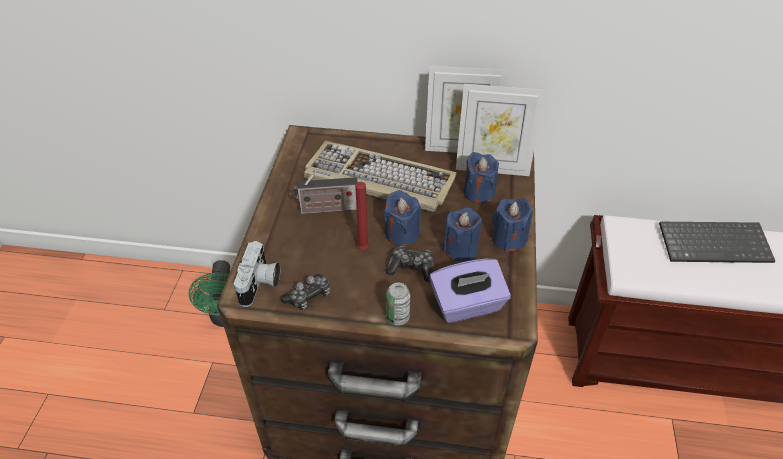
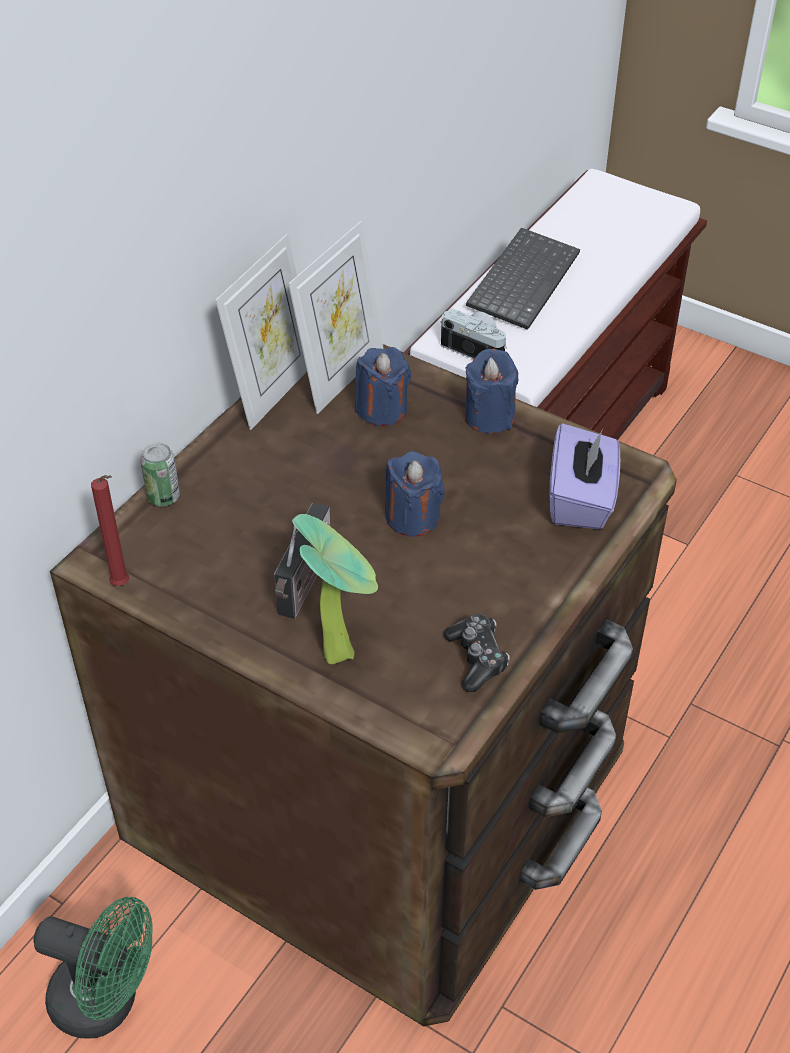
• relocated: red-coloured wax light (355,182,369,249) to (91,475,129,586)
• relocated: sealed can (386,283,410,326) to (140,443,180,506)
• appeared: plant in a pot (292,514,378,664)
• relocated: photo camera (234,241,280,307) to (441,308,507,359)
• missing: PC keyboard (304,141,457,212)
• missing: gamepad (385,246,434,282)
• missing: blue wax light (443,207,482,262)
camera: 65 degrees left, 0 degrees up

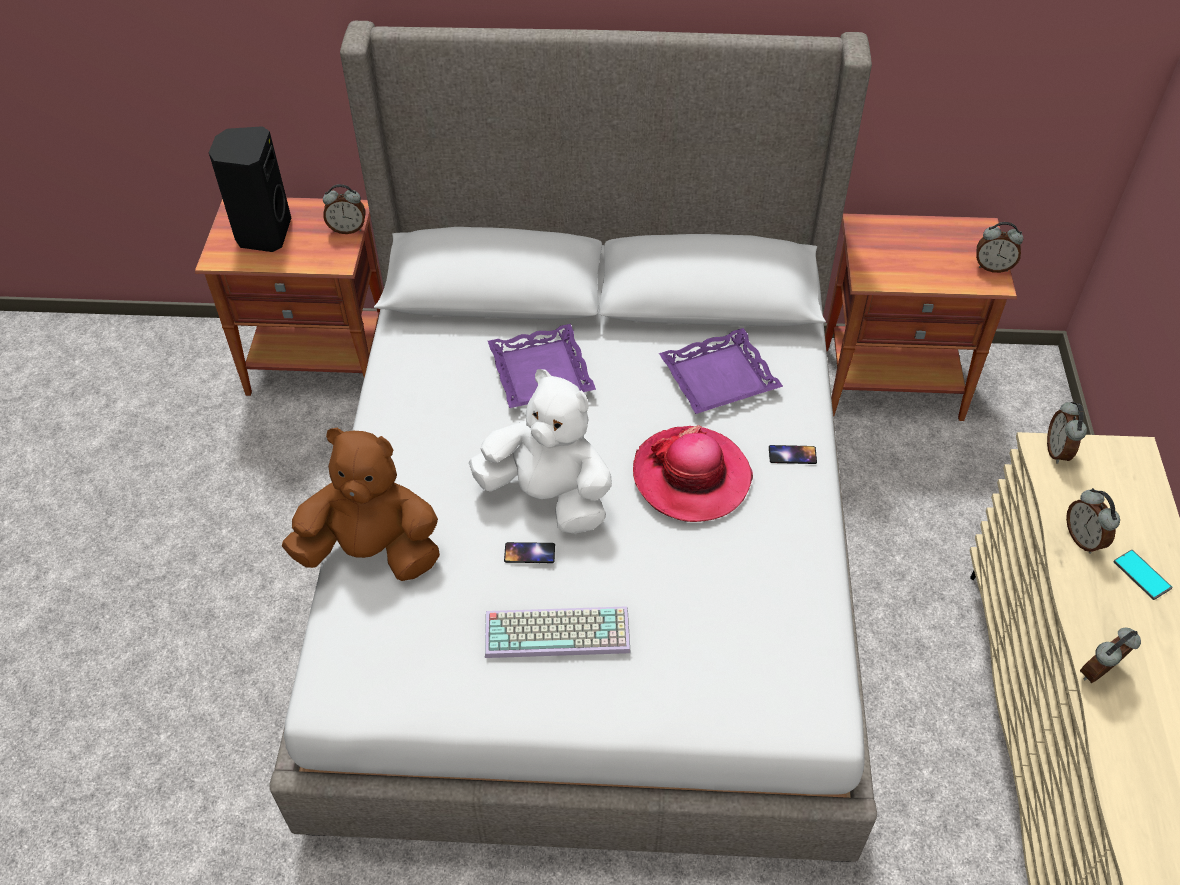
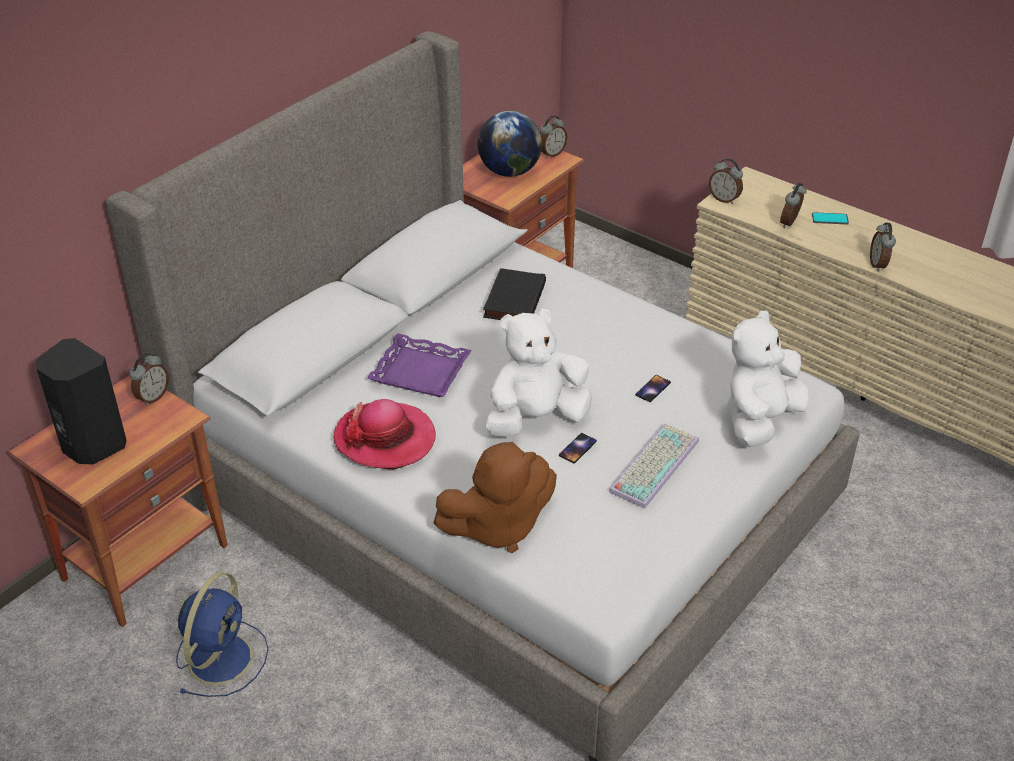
• appeared: blue electric fan (176,572,269,697)
• relocated: clothing hat (633,425,753,522) to (334,399,436,470)
• spun: brown plush toy (282,428,440,581) = (434,442,557,553) 150 degrees counterclockwise
• appeared: desk globe (478,111,542,177)
• exchanged: purple-coloured tray (659,328,783,414) to black-coloured book (483,268,546,320)
• relocated: phone (769,445,817,464) to (635,375,671,402)
• appeared: white plush toy (726,311,809,447)
• spun: alarm clock (1066,488,1120,554) = (780,183,807,228) 105 degrees clockwise
camera: 55 degrees left, 10 degrees down

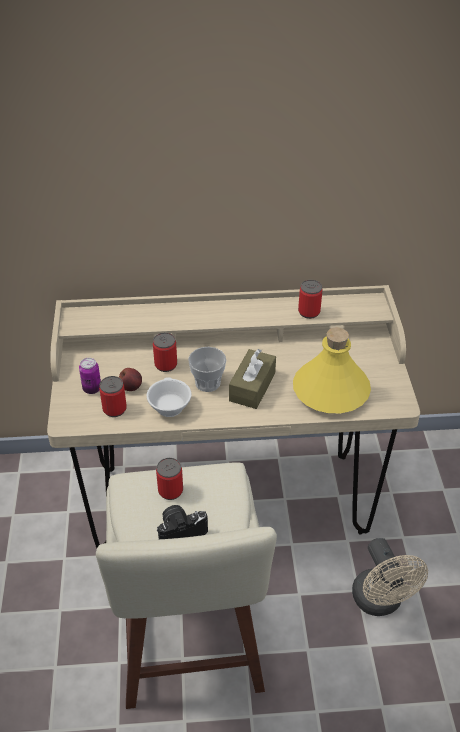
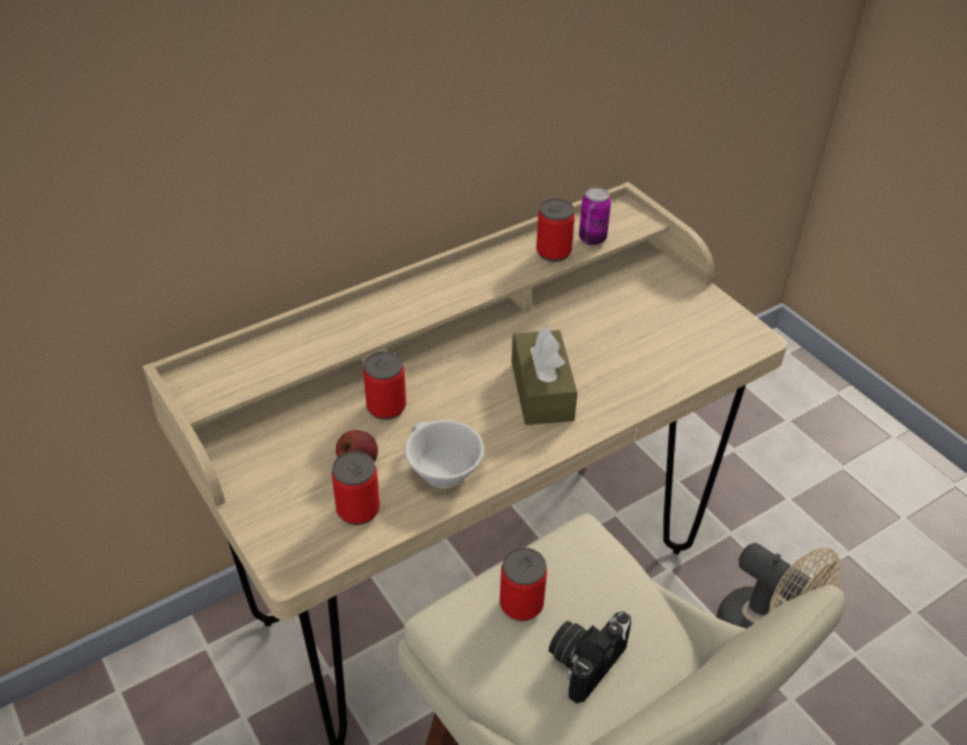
• relocated: sealed can (79,358,101,394) to (579,188,611,245)
• missing: cup (188,347,226,392)
• missing: yellow drink bottle (293,327,371,413)
camera: 30 degrees left, 0 degrees up

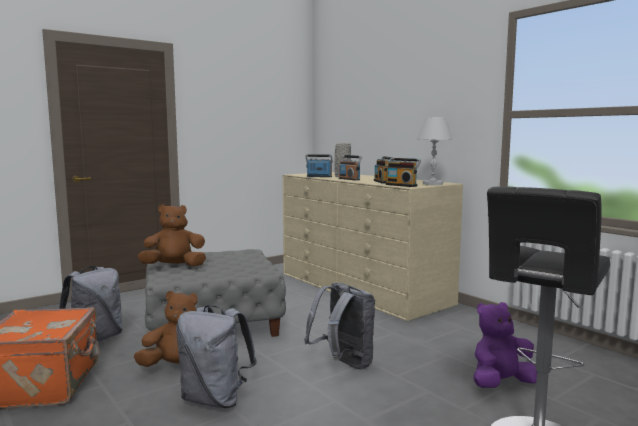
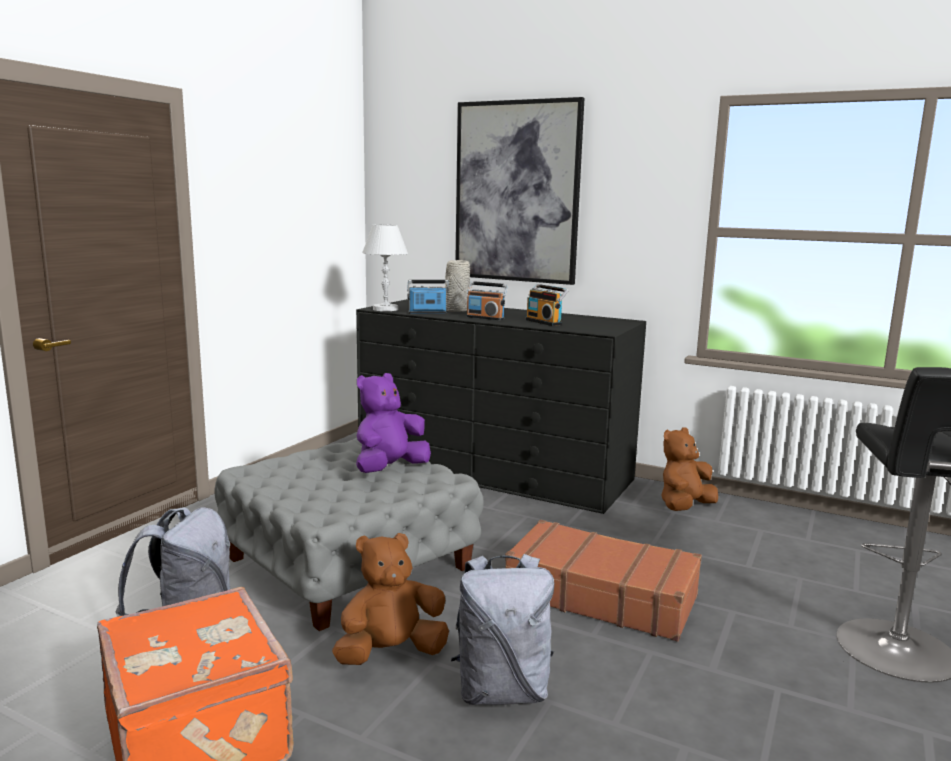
• colour: sand-coloured chest of drawers (283,172,463,321) to black-coloured chest of drawers (356,299,646,514)
• relocated: purple-coloured plush toy (473,302,537,388) to (356,373,431,473)
• relocated: white lamp for a table (416,117,453,185) to (362,225,408,311)
• appeared: wall art (455,97,585,285)
• exchanged: gray rucksack (304,283,375,370) to brown suitcase (505,520,702,642)
• relocated: brown plush toy (138,204,206,267) to (662,427,718,511)
• missing: radio receiver (386,158,421,187)
camera: 25 degrees left, 5 degrees up

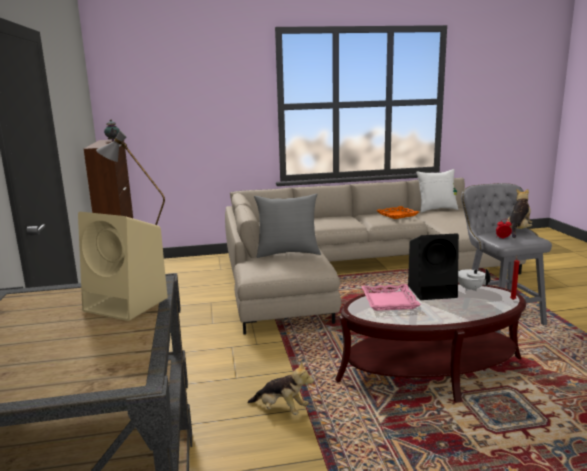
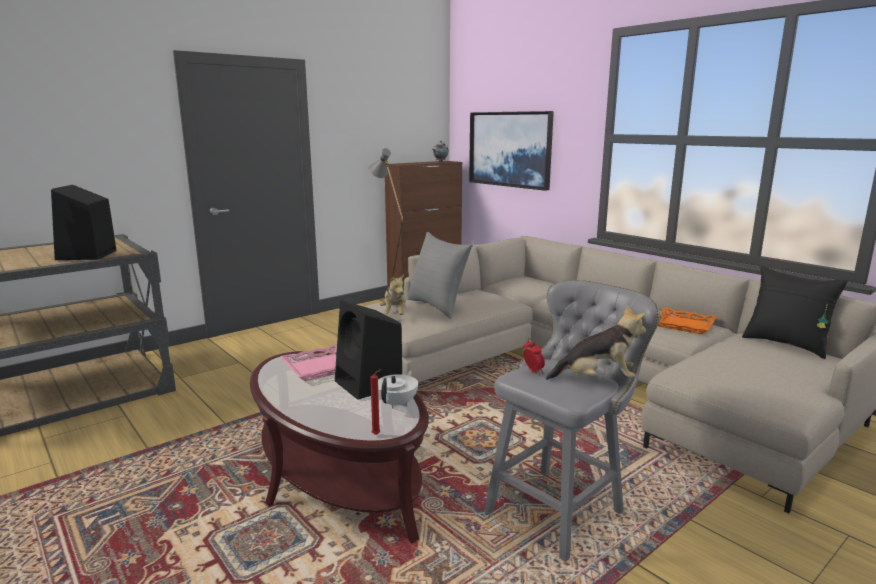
• colour: sand-coloured loudspeaker (78,212,168,321) to black-coloured loudspeaker (51,185,117,260)
• relocated: plush toy (247,361,314,415) to (380,274,406,315)
• appeared: wall art (469,111,554,191)
• colour: white throw pillow (416,169,458,213) to black-coloured throw pillow (742,266,848,359)
camera: 60 degrees right, 0 degrees up

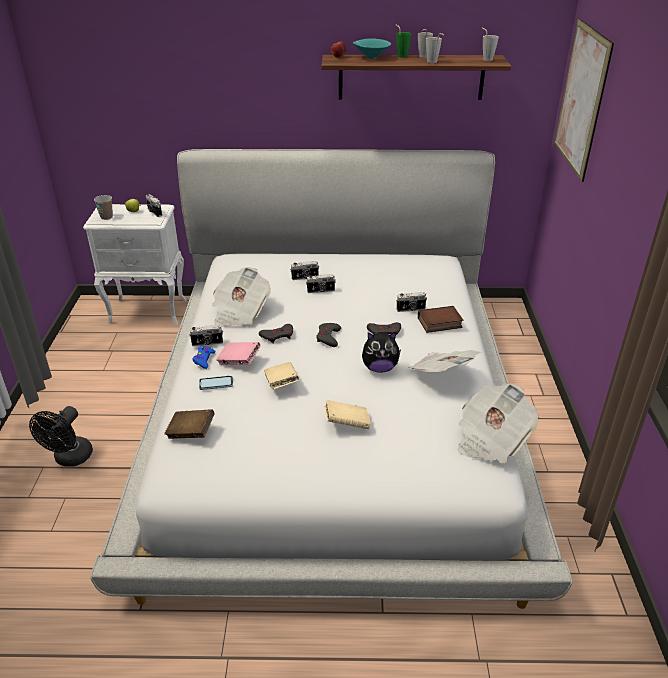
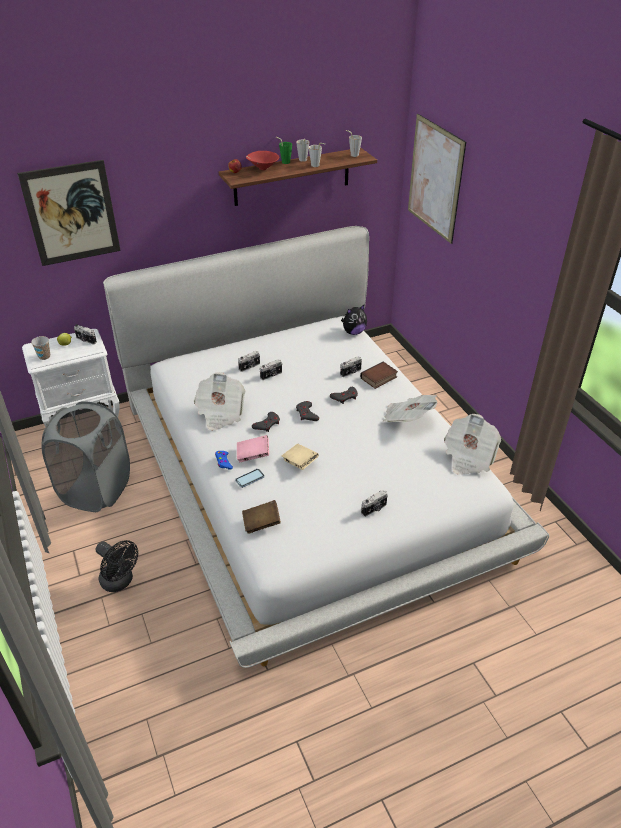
• appeared: wall art (17,160,121,266)
• appeared: gray washing basket (42,401,130,512)
• spun: black-coloured electric fan (29,406,93,467) = (96,540,138,592) 45 degrees counterclockwise
• colour: turquoise serving bowl (353,38,391,59) to red-coloured serving bowl (246,151,279,170)
• relocated: plush toy (362,332,401,373) to (341,305,367,335)
• relocated: photo camera (189,325,223,346) to (361,490,388,517)
• missing: sand-coloured book (324,400,370,429)
camera: 25 degrees left, 5 degrees up

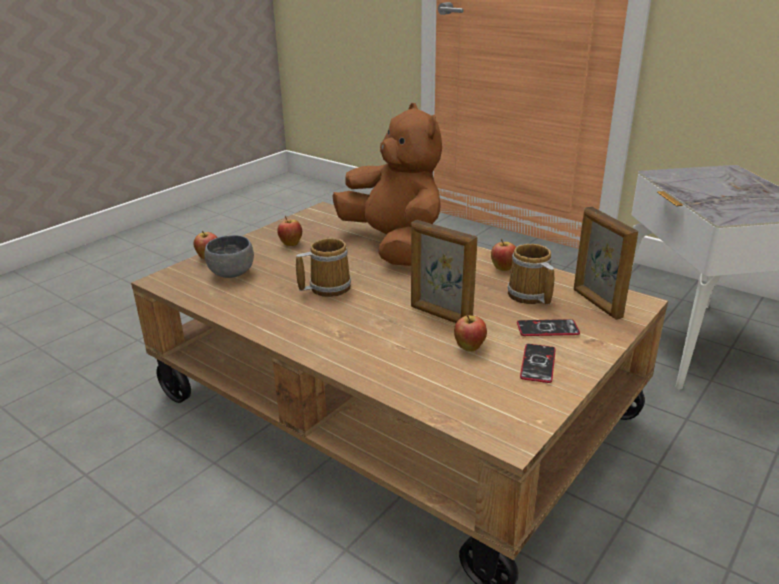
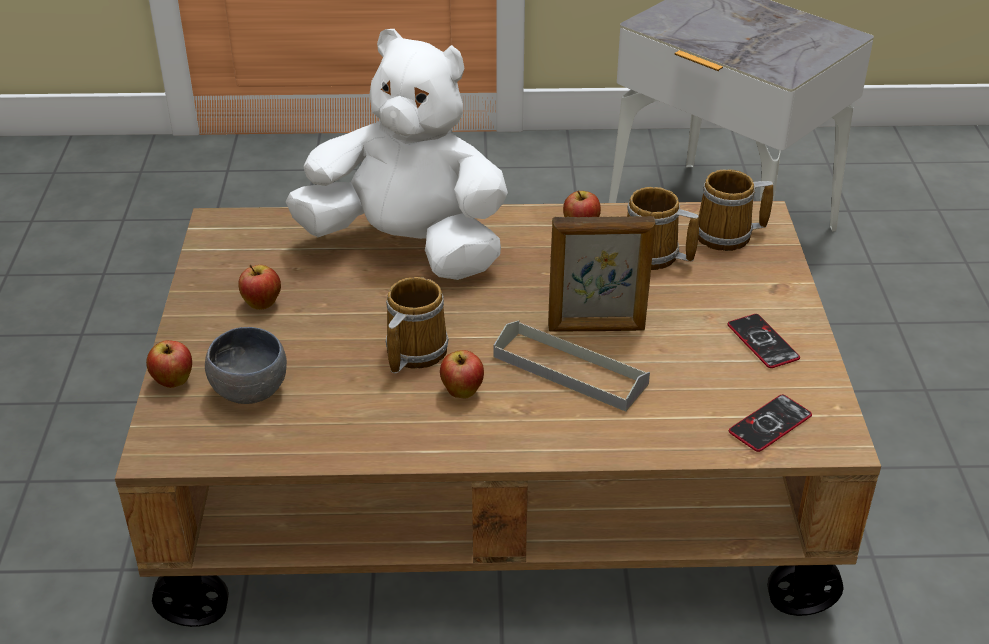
• colour: brown plush toy (332,103,442,266) to white plush toy (285,29,508,280)
• relocated: apple (454,315,487,352) to (440,350,484,398)
• appeared: gray tray (494,320,650,412)
• exchanged: standing frame (573,207,638,320) to tea mug (698,169,773,251)
• relocated: phone (517,319,580,336) to (729,395,812,452)
camera: 40 degrees left, 10 degrees up

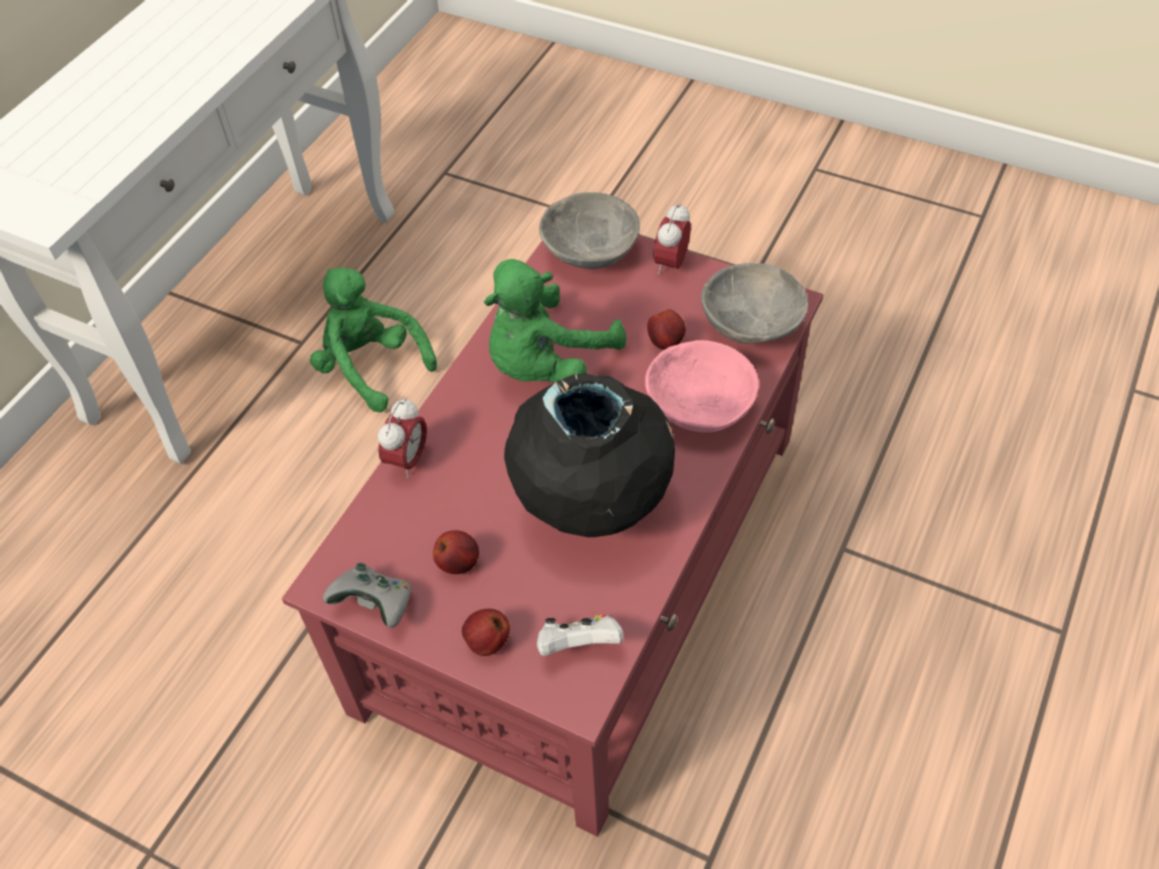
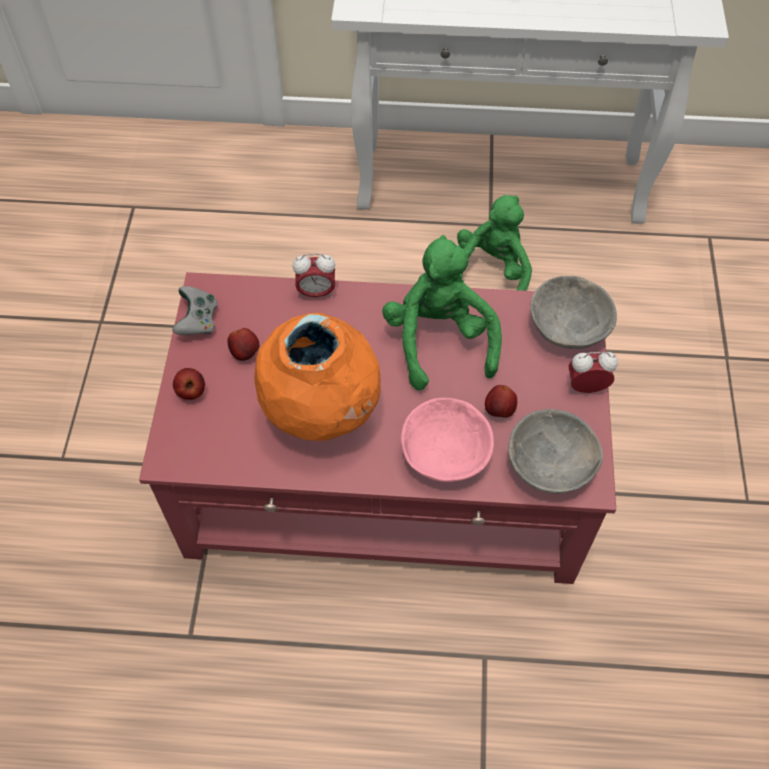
• colour: black-coloured flower vase (504,374,675,537) to orange-coloured flower vase (254,313,381,441)
• spun: green plush toy (483,259,626,383) = (382,235,502,390) 60 degrees clockwise
• missing: white gamepad (537,614,623,656)
camera: 65 degrees right, 5 degrees up

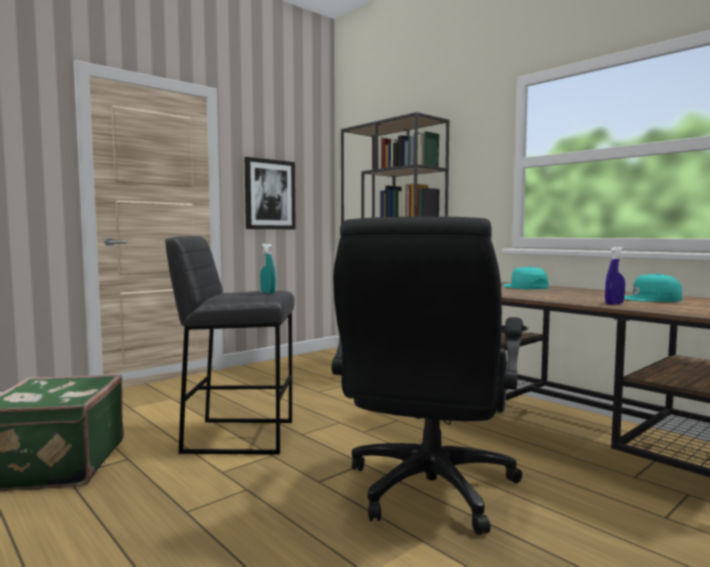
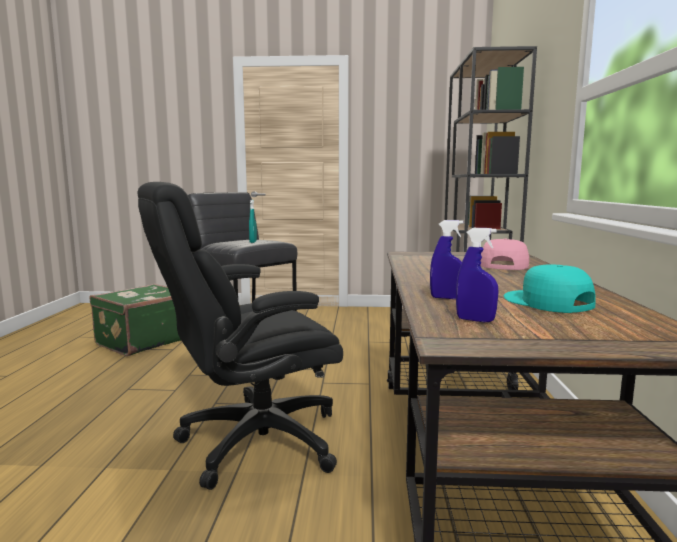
• appeared: blue sprayer (456,228,498,322)
• colour: turquoise peaked cap (503,266,549,290) to pink peaked cap (480,238,529,270)
• missing: wall art (245,157,296,229)
camera: 45 degrees right, 5 degrees up

